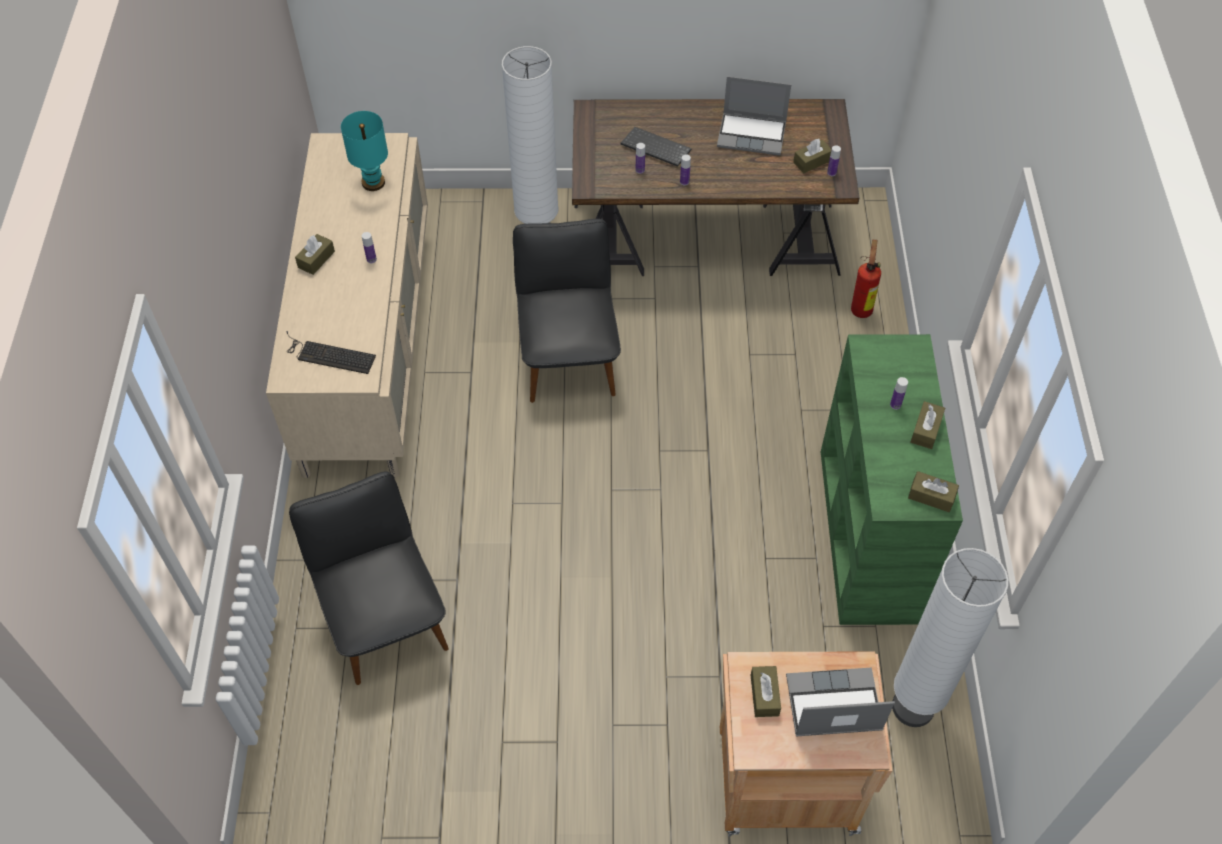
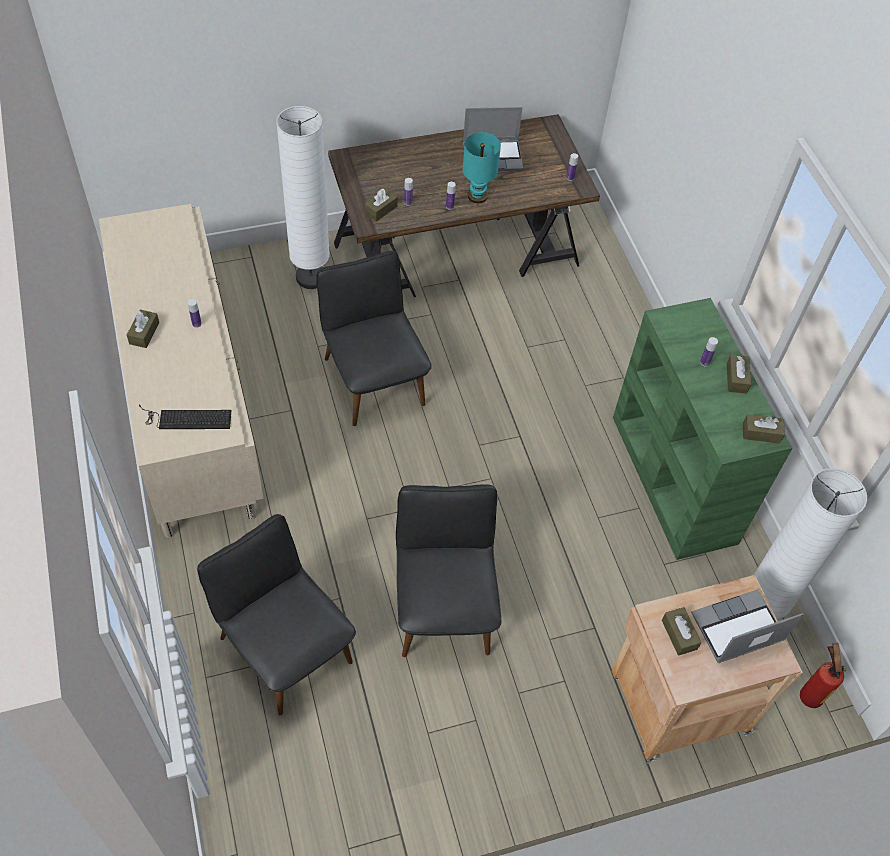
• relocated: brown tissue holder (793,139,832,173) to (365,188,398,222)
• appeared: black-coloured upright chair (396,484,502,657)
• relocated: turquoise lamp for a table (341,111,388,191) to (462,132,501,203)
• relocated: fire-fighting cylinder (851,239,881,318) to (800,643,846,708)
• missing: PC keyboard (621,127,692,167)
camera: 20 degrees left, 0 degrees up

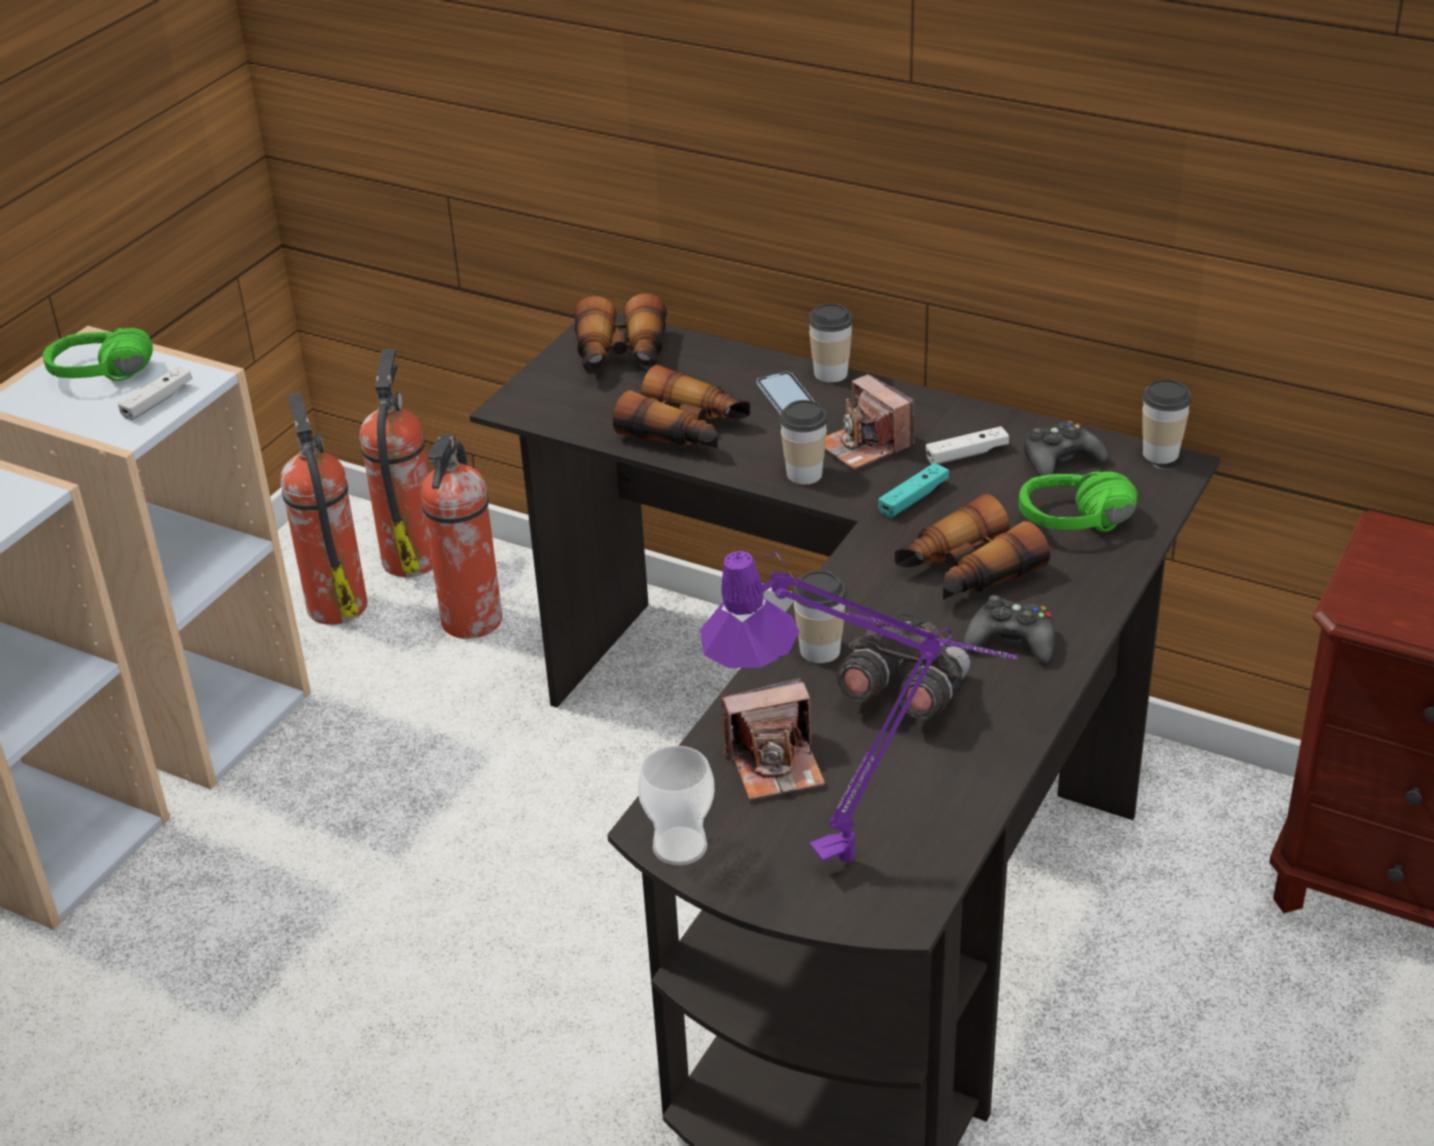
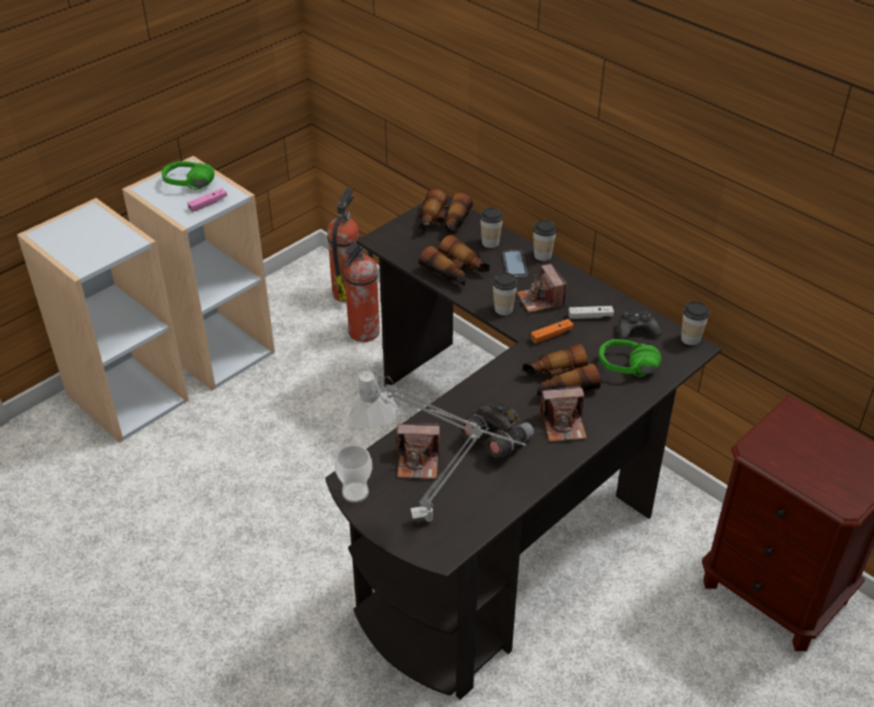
• colour: white gamepad (118,366,192,420) to pink gamepad (187,188,227,212)
• colour: purple-coloured lamp for a table (700,551,1018,862) to gray lamp for a table (349,372,526,522)
• relocated: cup (792,570,847,663) to (480,207,503,248)
• colour: turquoise gamepad (878,463,949,518) to orange-coloured gamepad (531,319,574,344)
• exchanged: black-coloured gamepad (964,595,1055,663) to photo camera (539,385,587,442)
• missing: fire-fighting cylinder (280,392,367,625)
camera: 15 degrees right, 5 degrees up

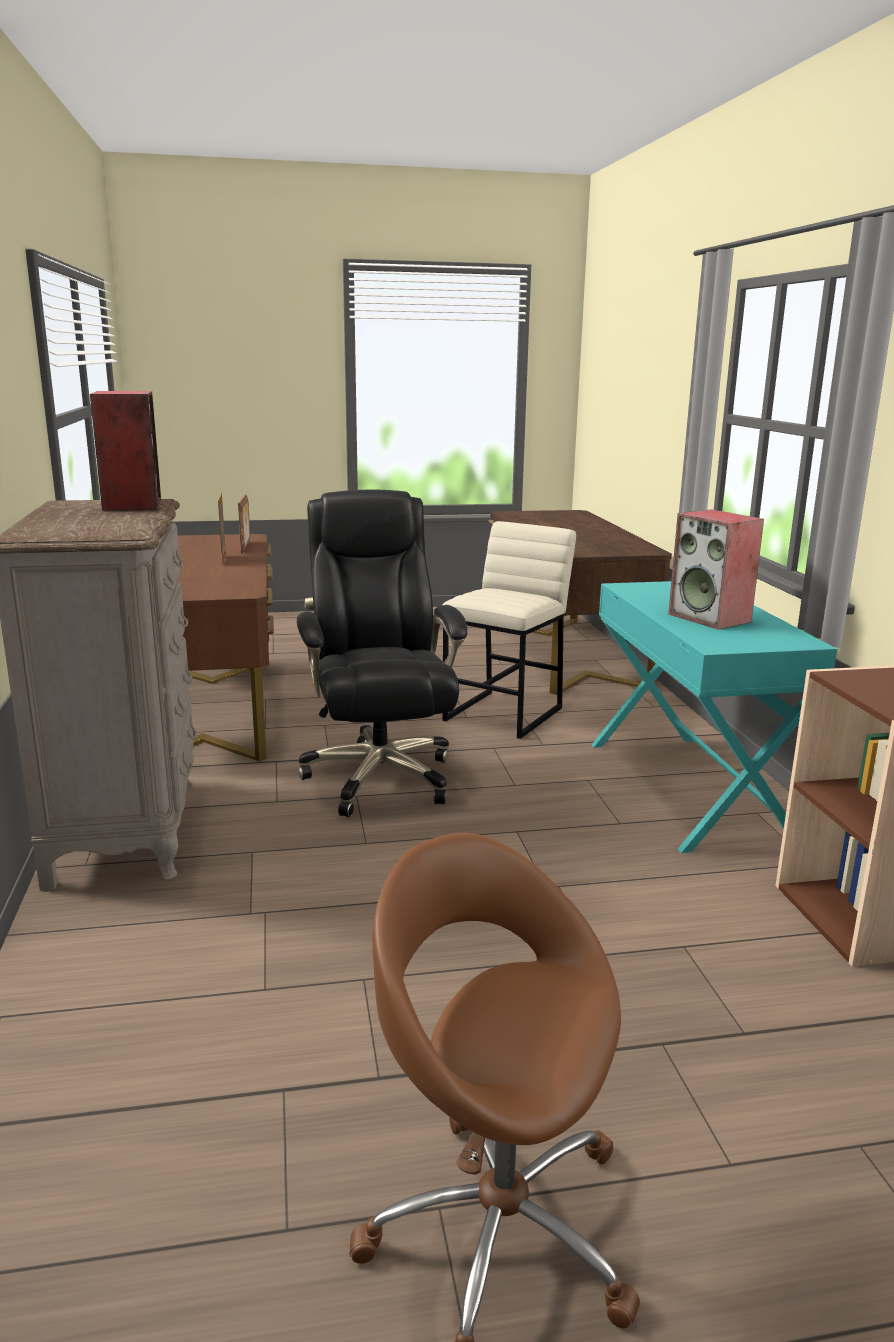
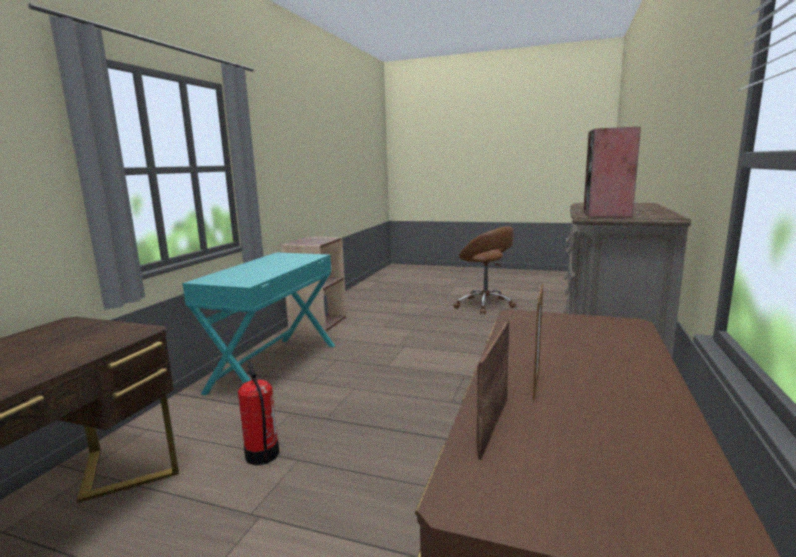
• exchanged: sand-coloured upright chair (442,521,576,739) to fire-fighting cylinder (238,360,279,465)
• missing: black-coloured desk chair (297,490,467,817)
• missing: loudspeaker (668,509,764,630)
camera: 150 degrees left, 5 degrees down

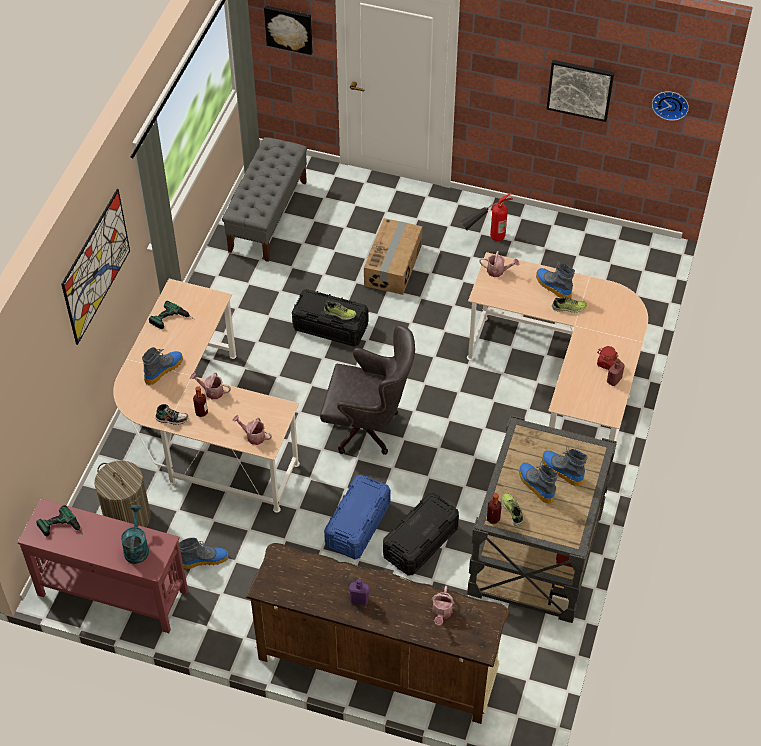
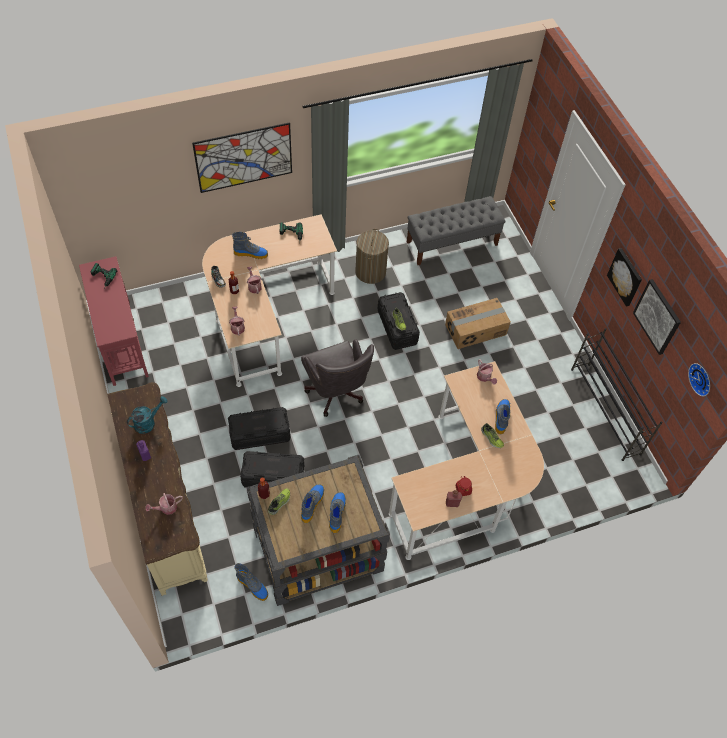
• relocated: turquoise sprinkling can (121,505,149,564) to (127,396,168,434)
• colour: blue storage container (324,474,391,559) to black-coloured storage container (228,407,291,450)
• relocated: boot (179,538,229,569) to (234,563,268,601)
• relocated: washing basket (95,460,151,527) to (355,229,389,284)
• appeared: black-coloured shoe stand (571,328,663,461)
• relocated: wall art (264,6,313,55) to (607,248,642,307)
• missing: fire-fighting cylinder (460,193,513,241)
camera: 50 degrees right, 5 degrees up

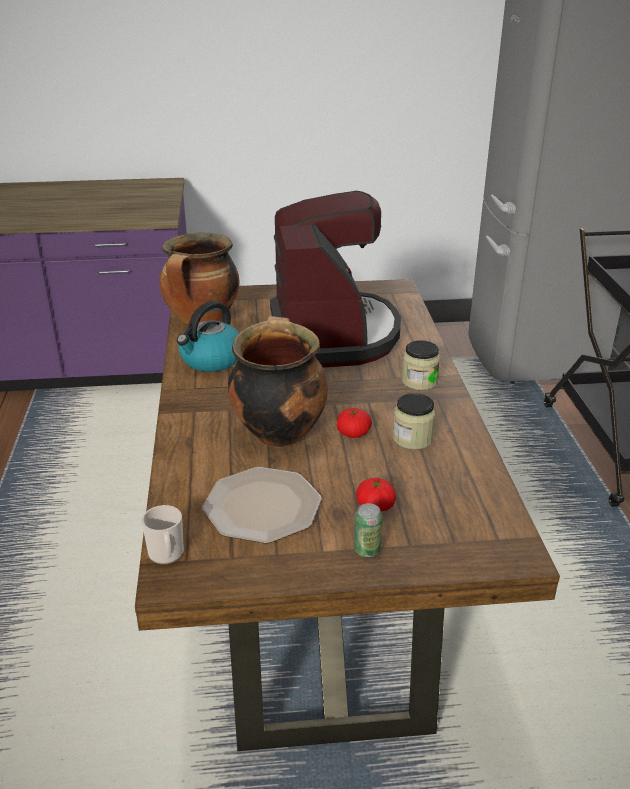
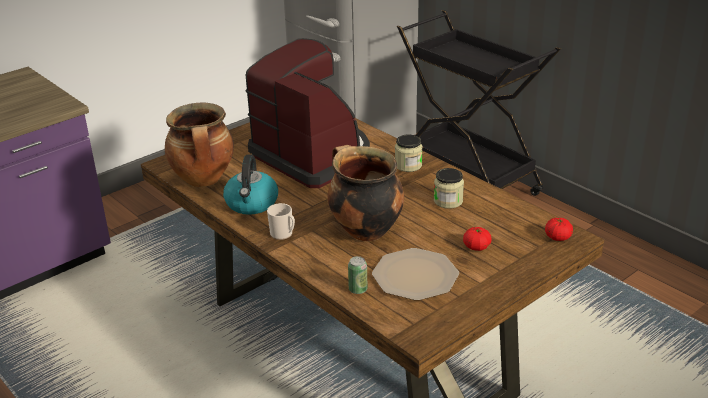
• relocated: tea mug (142,505,184,564) to (267,203,295,240)
• relocated: sealed can (354,503,383,557) to (348,256,367,294)
• relocated: whole tomato (337,408,372,438) to (545,218,573,241)
camera: 35 degrees left, 0 degrees up

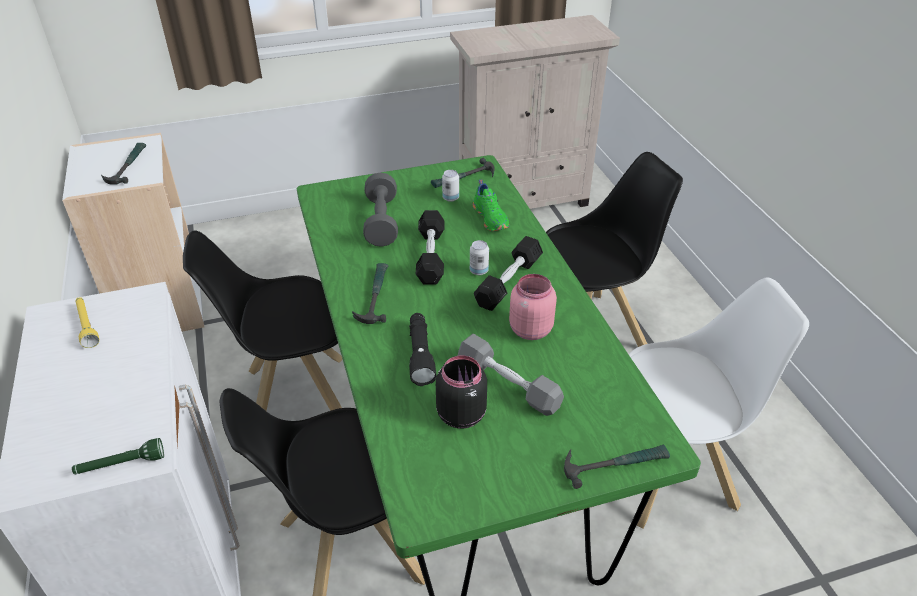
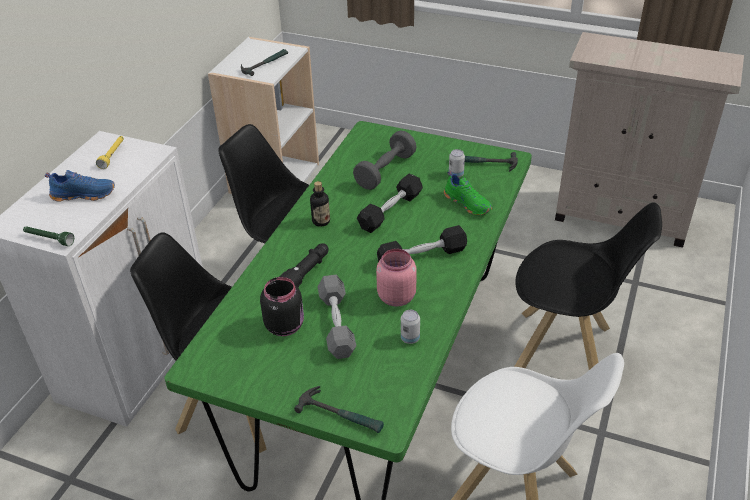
• appeared: blue low shoe (45,170,115,201)
• exchanged: tool hammer (352,263,388,324) to drink bottle (310,181,330,227)
• relocated: sealed can (470,240,489,275) to (401,310,420,344)
• spun: green low shoe (473,180,509,231) = (444,171,492,215) 60 degrees counterclockwise
camera: 40 degrees right, 0 degrees up

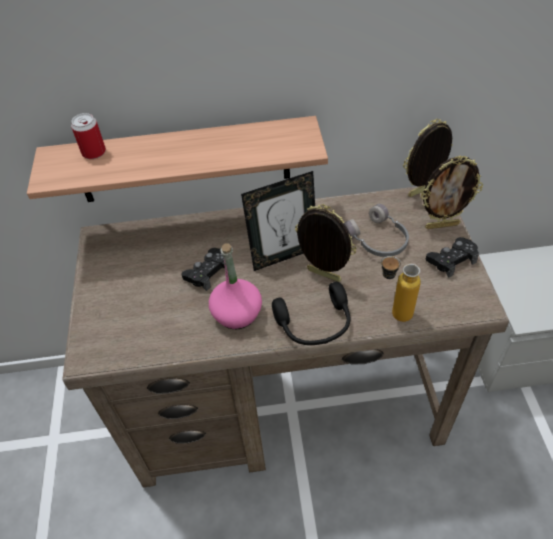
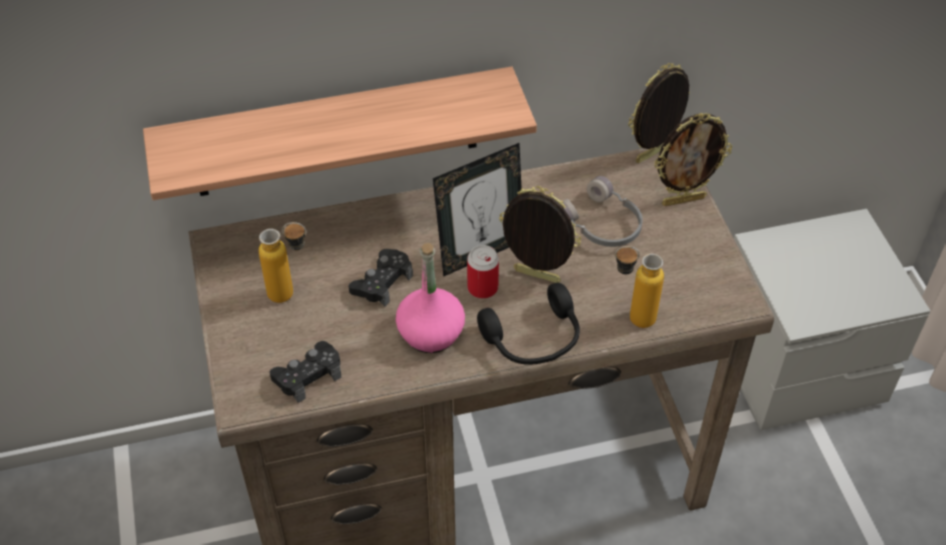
• appeared: drink bottle (259,222,306,303)
• relocated: black-coloured gamepad (425,237,479,278) to (270,341,341,403)
• relocated: sealed can (71,113,106,159) to (467,245,499,299)
camera: 10 degrees left, 0 degrees up

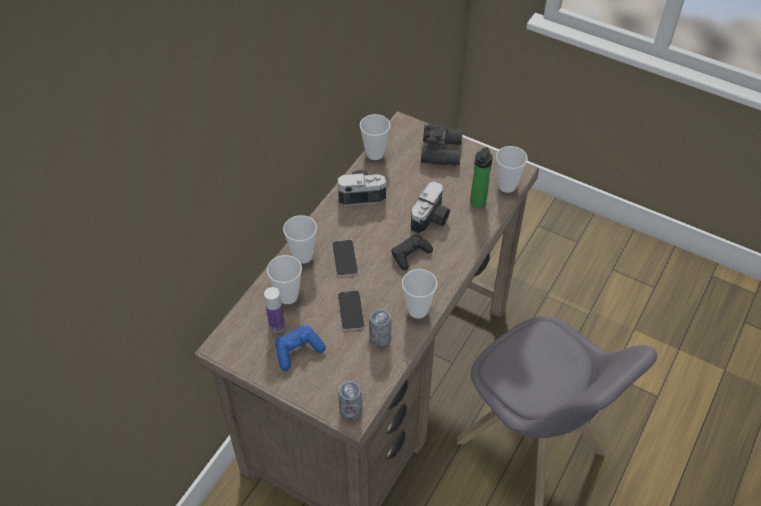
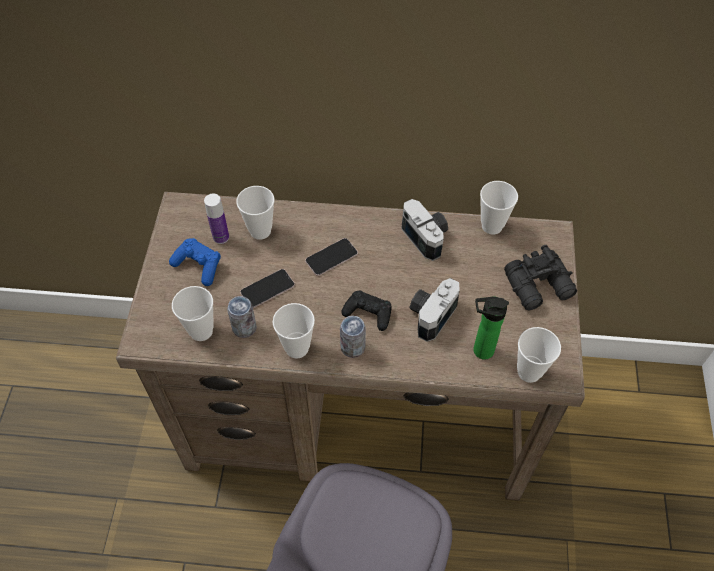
• relocated: cup (283,215,317,264) to (172,286,214,341)
• relocated: sealed can (338,381,362,420) to (340,316,366,358)
• spun: photo camera (411,181,450,234) = (409,278,460,342) 120 degrees clockwise
camera: 65 degrees right, 5 degrees up

